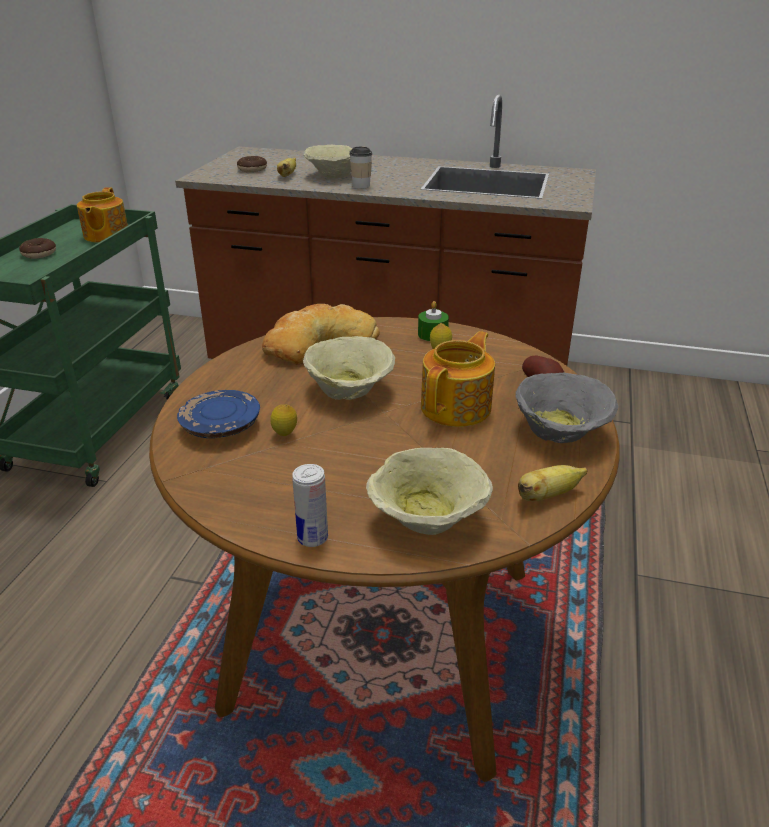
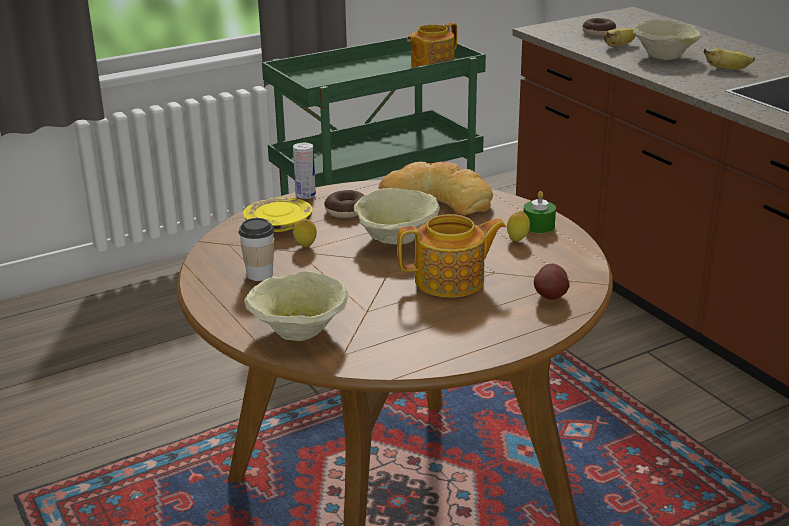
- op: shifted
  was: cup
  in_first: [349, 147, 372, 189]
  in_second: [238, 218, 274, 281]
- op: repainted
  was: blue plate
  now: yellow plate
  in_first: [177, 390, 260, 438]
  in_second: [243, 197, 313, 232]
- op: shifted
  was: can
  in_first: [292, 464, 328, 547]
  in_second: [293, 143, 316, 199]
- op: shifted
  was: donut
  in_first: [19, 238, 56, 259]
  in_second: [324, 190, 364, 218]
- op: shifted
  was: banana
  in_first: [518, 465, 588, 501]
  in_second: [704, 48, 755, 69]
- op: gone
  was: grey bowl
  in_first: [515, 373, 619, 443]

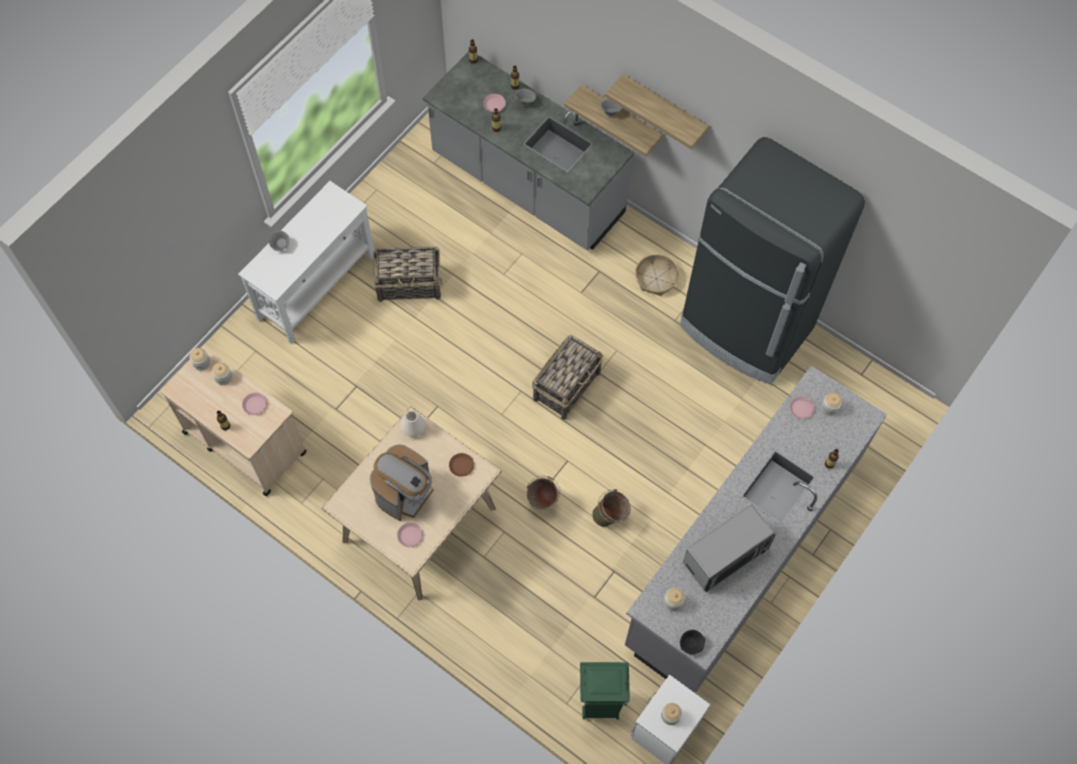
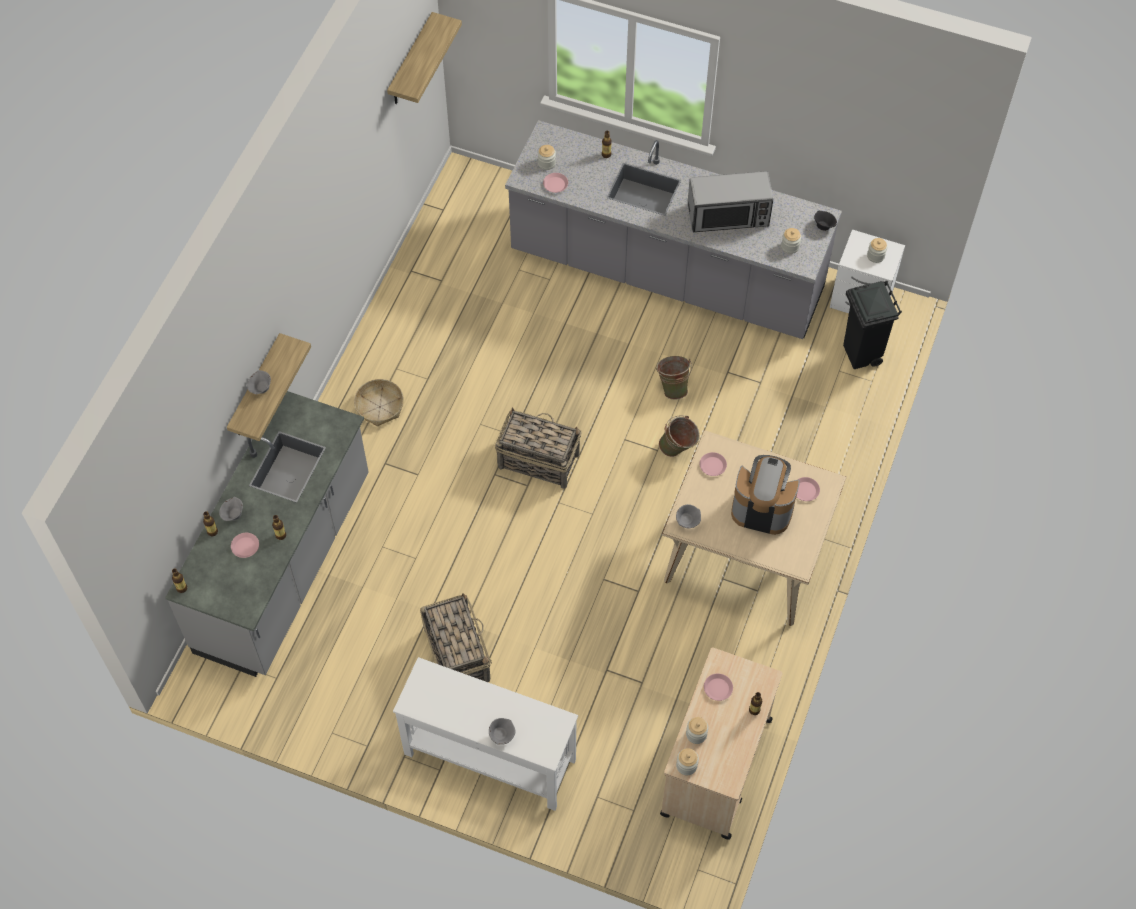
- op: shifted
  was: shelf
  in_first: [605, 74, 709, 149]
  in_second: [387, 12, 462, 104]
- op: swapped
  was: white vase
  now: grey bowl
  in_first: [401, 411, 426, 437]
  in_second: [676, 504, 701, 528]
- op: rotated
  was: microwave
  in_first: [683, 505, 776, 592]
  in_second: [687, 171, 773, 232]
  clockwise: 135
- op: repainted
  was: brown plate
  now: pink plate
  in_first: [449, 453, 474, 477]
  in_second: [700, 452, 727, 476]
- op: repainted
  was: green trash can
  now: black trash can
  in_first: [580, 662, 630, 720]
  in_second: [843, 281, 902, 369]
- op: gone
  was: black fridge
  in_first: [680, 137, 865, 385]

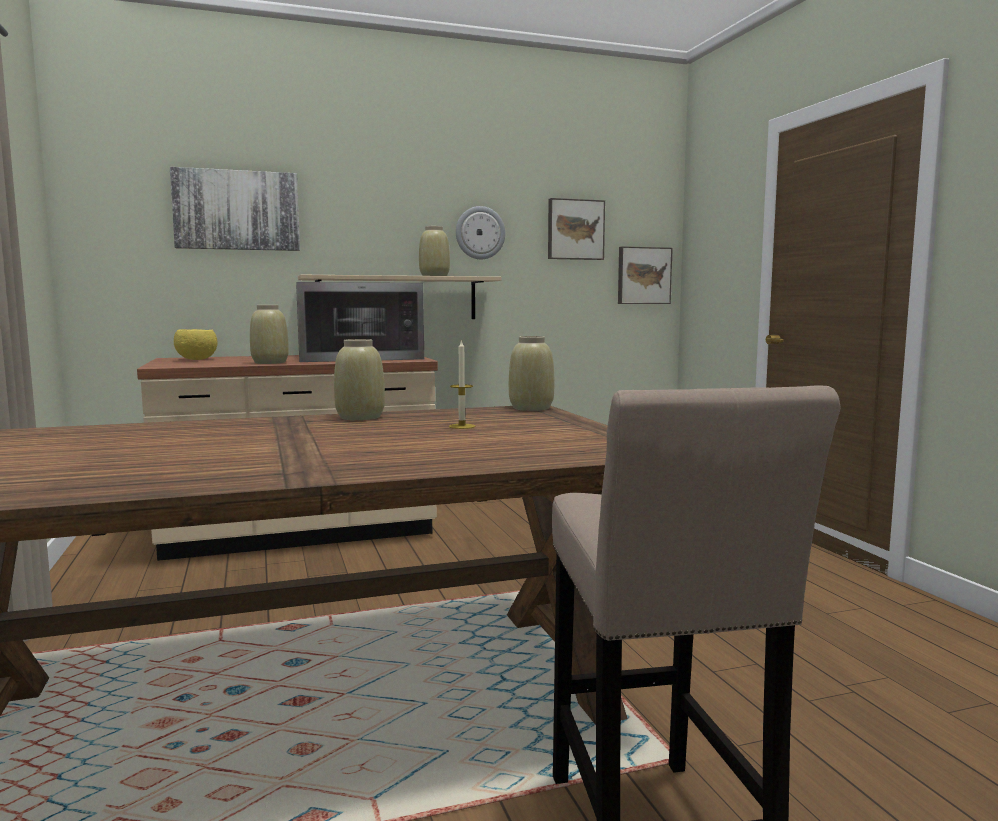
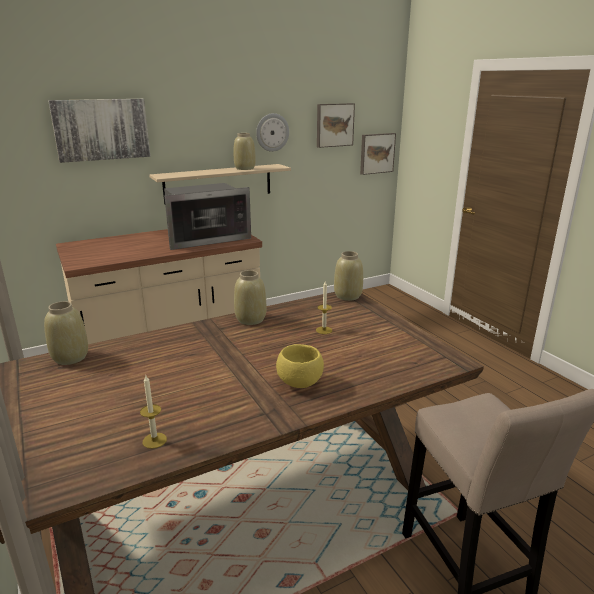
- op: shifted
  was: beige vase
  in_first: [250, 305, 289, 364]
  in_second: [44, 301, 88, 365]
- op: new
  now: candle
  in_second: [140, 376, 167, 449]
- op: shifted
  was: yellow bowl
  in_first: [174, 329, 217, 360]
  in_second: [276, 344, 324, 388]

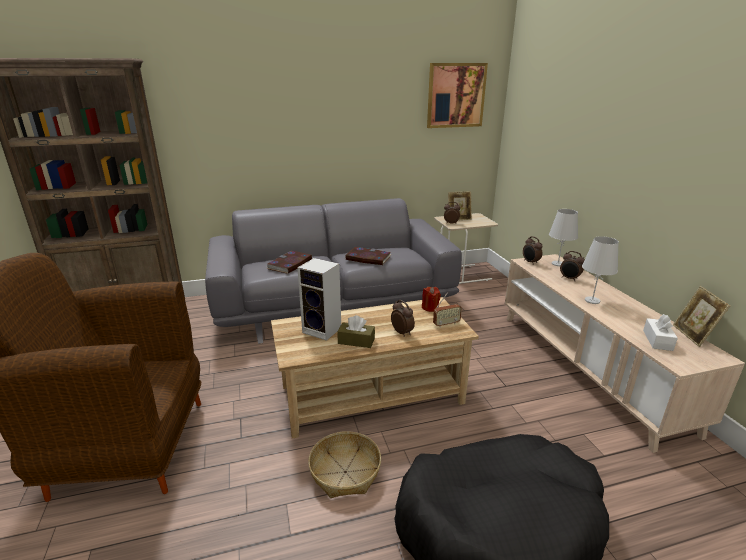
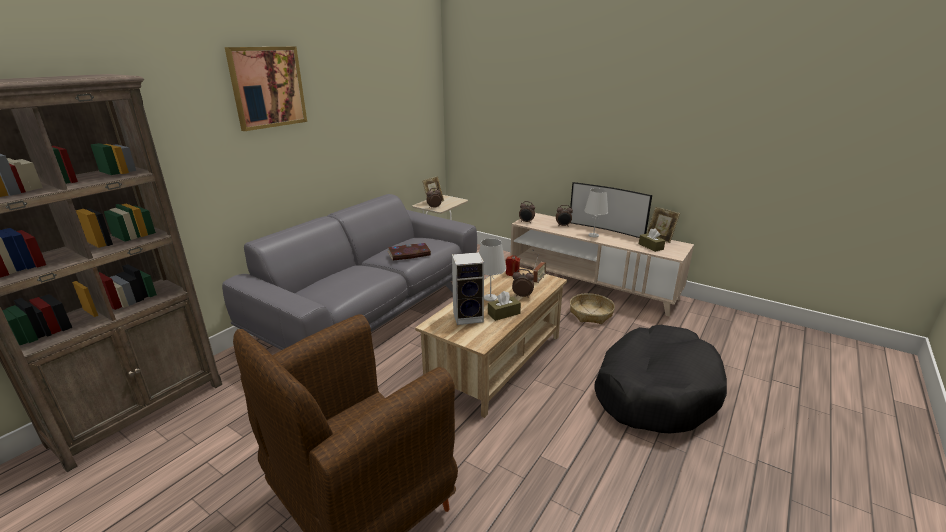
- op: shifted
  was: picture
  in_first: [427, 63, 488, 128]
  in_second: [225, 47, 307, 131]
- op: shifted
  was: white table lamp
  in_first: [549, 209, 578, 266]
  in_second: [479, 239, 506, 301]
- op: new
  now: television
  in_second: [570, 182, 652, 238]
- op: shifted
  was: basket
  in_first: [308, 431, 381, 498]
  in_second: [570, 293, 615, 324]
- op: repainted
  was: white tissue box
  now: brown tissue box
  in_first: [643, 314, 678, 351]
  in_second: [639, 228, 665, 252]
- op: gone
  was: book
  in_first: [266, 251, 312, 274]

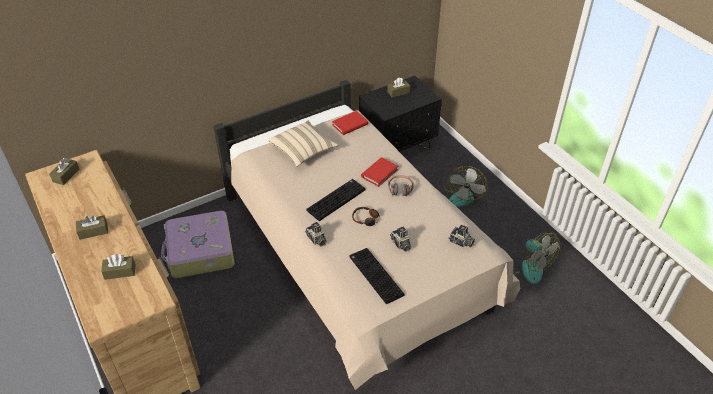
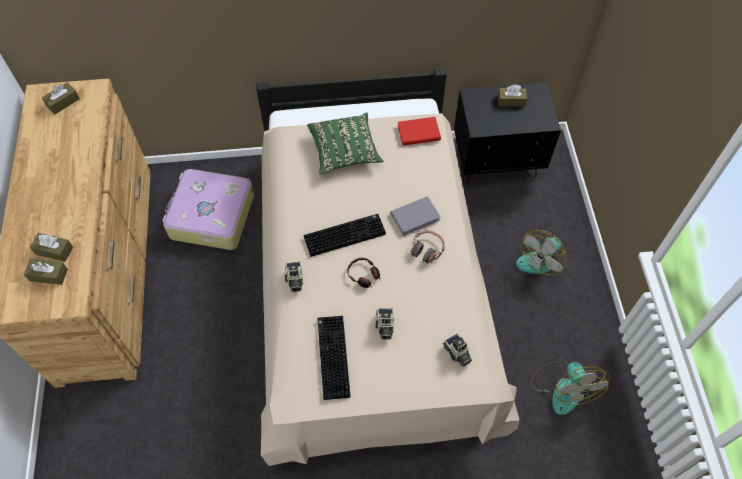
- op: shifted
  was: brown tissue box
  in_first: [76, 215, 108, 240]
  in_second: [24, 259, 68, 285]
- op: repainted
  was: beige pillow
  now: green pillow
  in_first: [268, 120, 338, 167]
  in_second: [307, 112, 383, 175]
- op: repainted
  was: red book
  now: grey book
  in_first: [361, 157, 398, 187]
  in_second: [391, 196, 440, 236]

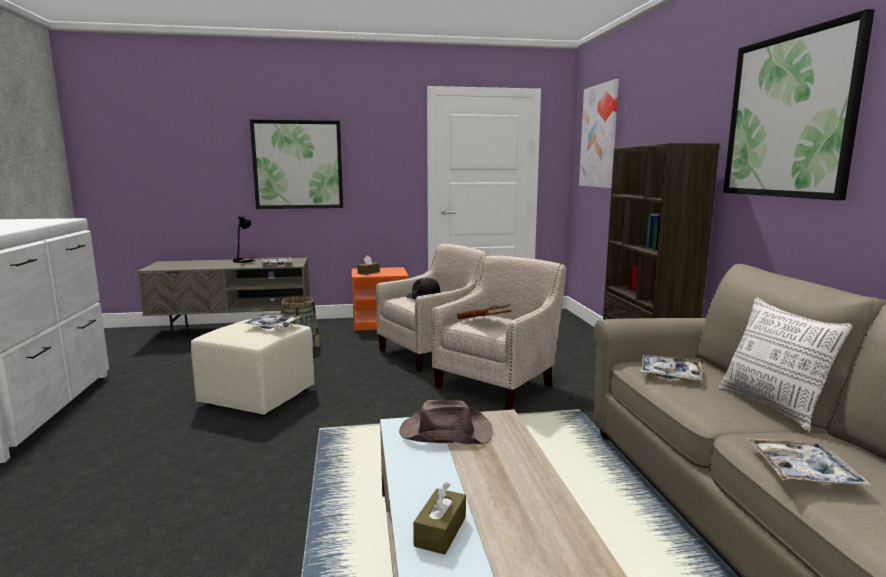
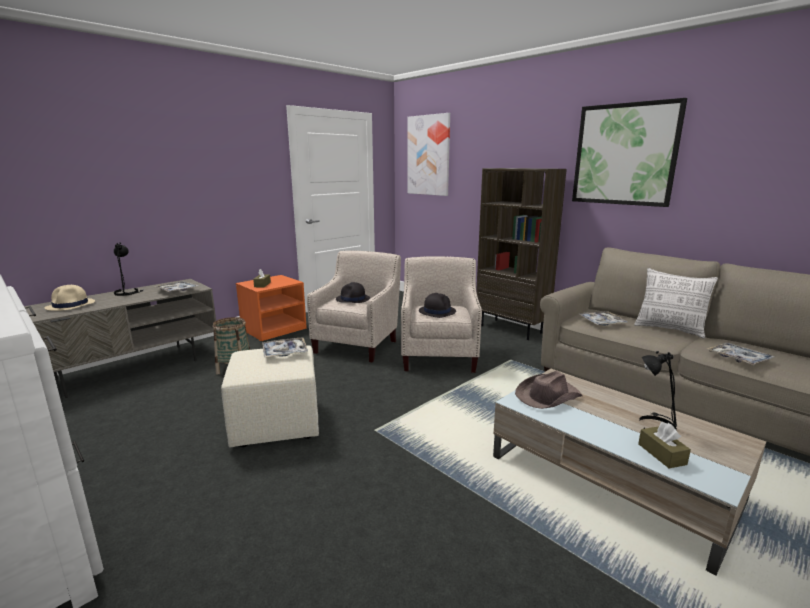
- op: new
  now: beige hat
  in_second: [45, 285, 95, 311]
- op: swapped
  was: brown book
  now: black hat
  in_first: [457, 304, 511, 319]
  in_second: [419, 293, 456, 318]
- op: new
  now: black table lamp
  in_second: [639, 351, 677, 430]
- op: gone
  was: picture
  in_first: [250, 119, 343, 209]

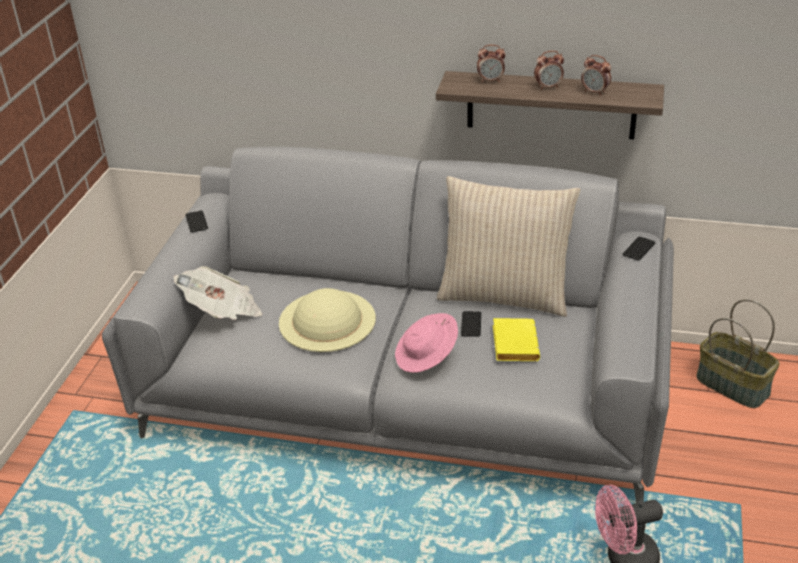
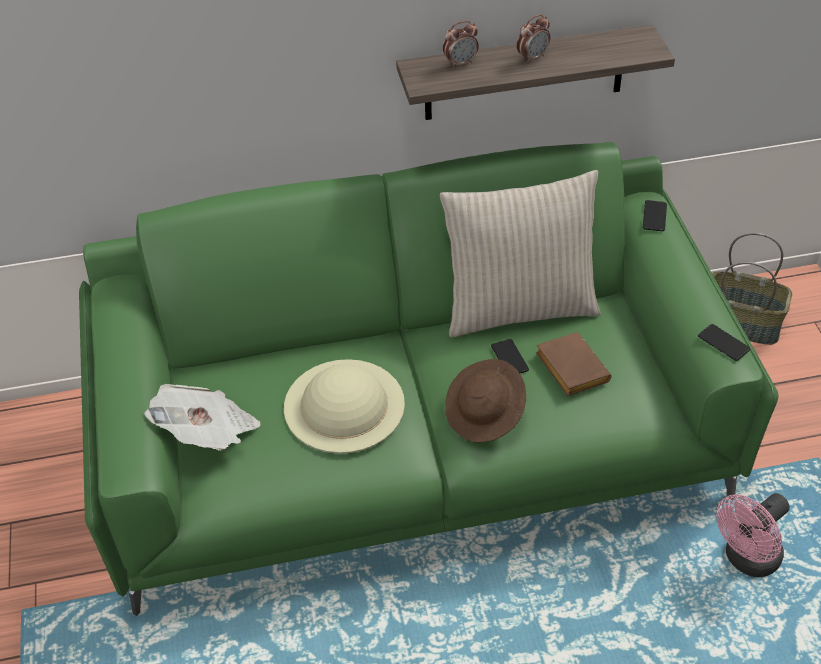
- op: repainted
  was: grey sofa
  now: green sofa
  in_first: [102, 147, 674, 503]
  in_second: [79, 142, 778, 616]
- op: repainted
  was: pink hat
  now: brown hat
  in_first: [395, 313, 458, 373]
  in_second: [445, 359, 526, 443]
- op: repainted
  was: yellow book
  now: brown book
  in_first: [493, 318, 540, 361]
  in_second: [536, 332, 612, 396]
- op: shifted
  was: phone
  in_first: [185, 211, 208, 232]
  in_second: [698, 324, 750, 361]
- op: gone
  was: alarm clock
  in_first: [581, 55, 611, 96]

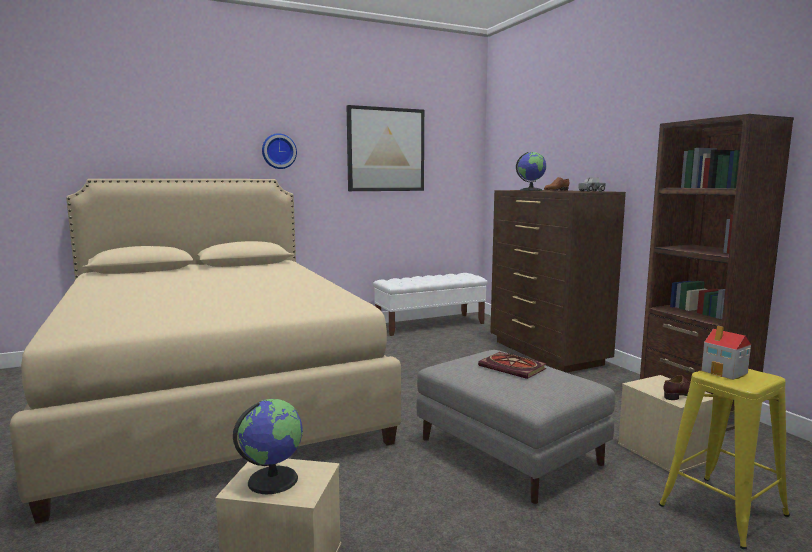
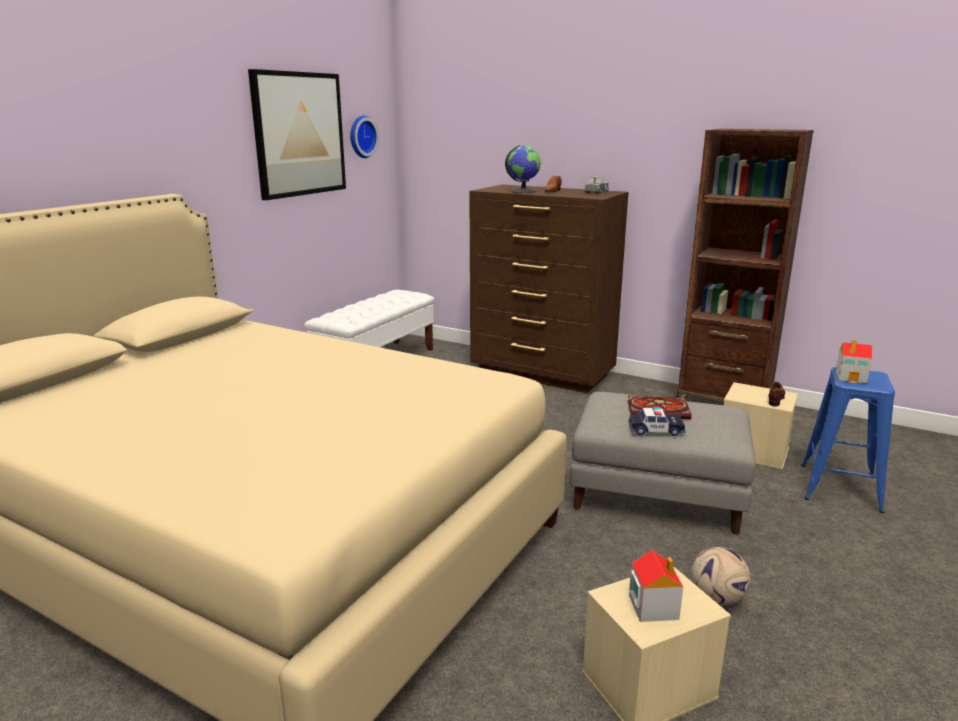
- op: shifted
  was: wall clock
  in_first: [262, 133, 297, 169]
  in_second: [350, 115, 379, 158]
- op: new
  now: toy car
  in_second: [628, 407, 686, 436]
- op: swapped
  was: globe
  now: toy house
  in_first: [233, 399, 303, 494]
  in_second: [629, 550, 683, 622]
- op: new
  now: football
  in_second: [691, 547, 751, 605]
- op: repainted
  was: yellow stool
  now: blue stool
  in_first: [659, 369, 790, 549]
  in_second: [801, 367, 895, 513]

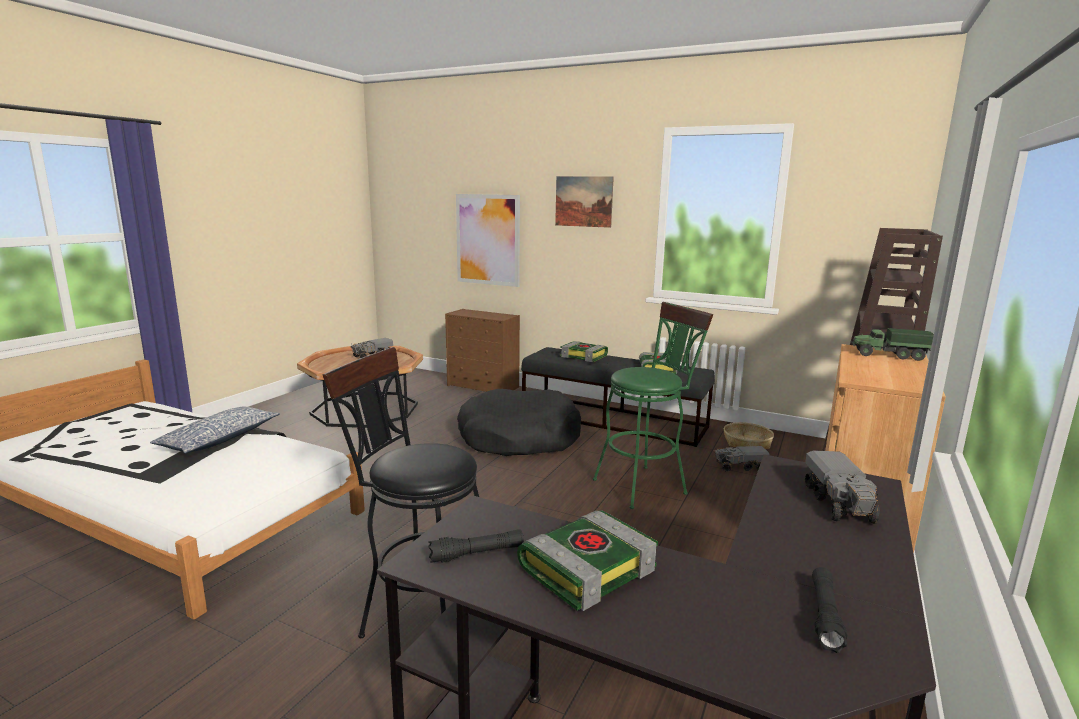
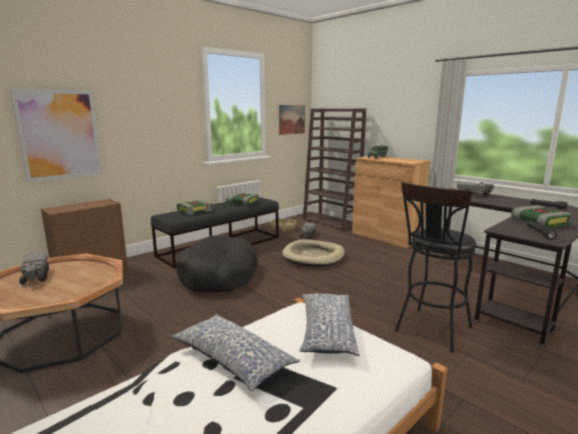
- op: shifted
  was: picture
  in_first: [555, 176, 614, 228]
  in_second: [279, 105, 305, 135]
- op: swapped
  was: green stool
  now: beige dog bed
  in_first: [593, 302, 713, 509]
  in_second: [282, 239, 345, 267]
- op: new
  now: pillow
  in_second: [299, 293, 360, 356]

